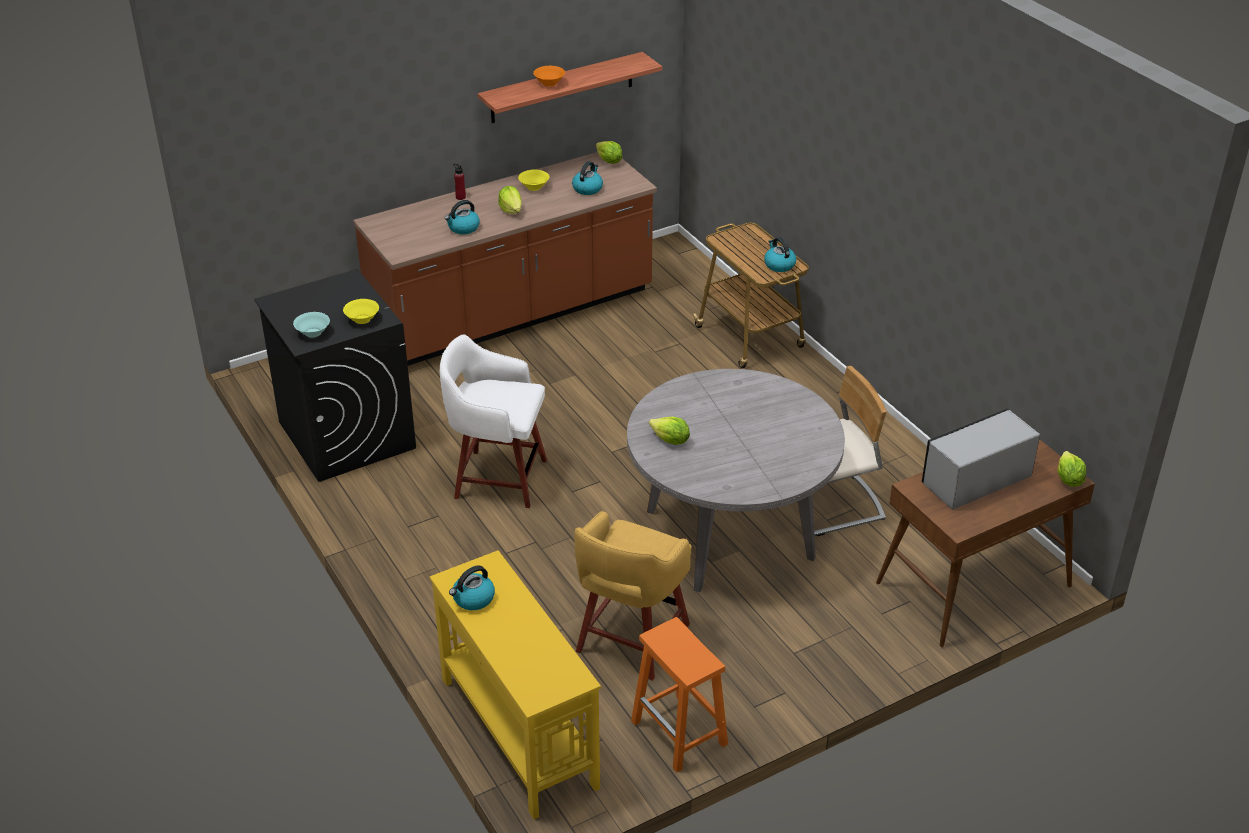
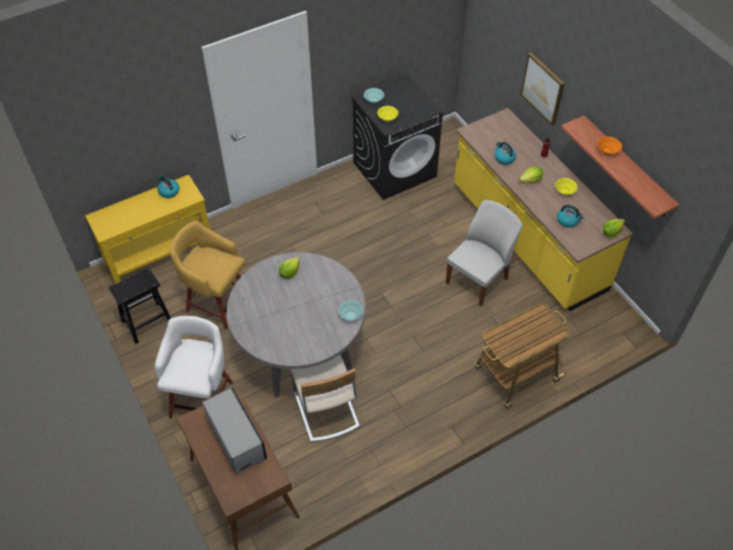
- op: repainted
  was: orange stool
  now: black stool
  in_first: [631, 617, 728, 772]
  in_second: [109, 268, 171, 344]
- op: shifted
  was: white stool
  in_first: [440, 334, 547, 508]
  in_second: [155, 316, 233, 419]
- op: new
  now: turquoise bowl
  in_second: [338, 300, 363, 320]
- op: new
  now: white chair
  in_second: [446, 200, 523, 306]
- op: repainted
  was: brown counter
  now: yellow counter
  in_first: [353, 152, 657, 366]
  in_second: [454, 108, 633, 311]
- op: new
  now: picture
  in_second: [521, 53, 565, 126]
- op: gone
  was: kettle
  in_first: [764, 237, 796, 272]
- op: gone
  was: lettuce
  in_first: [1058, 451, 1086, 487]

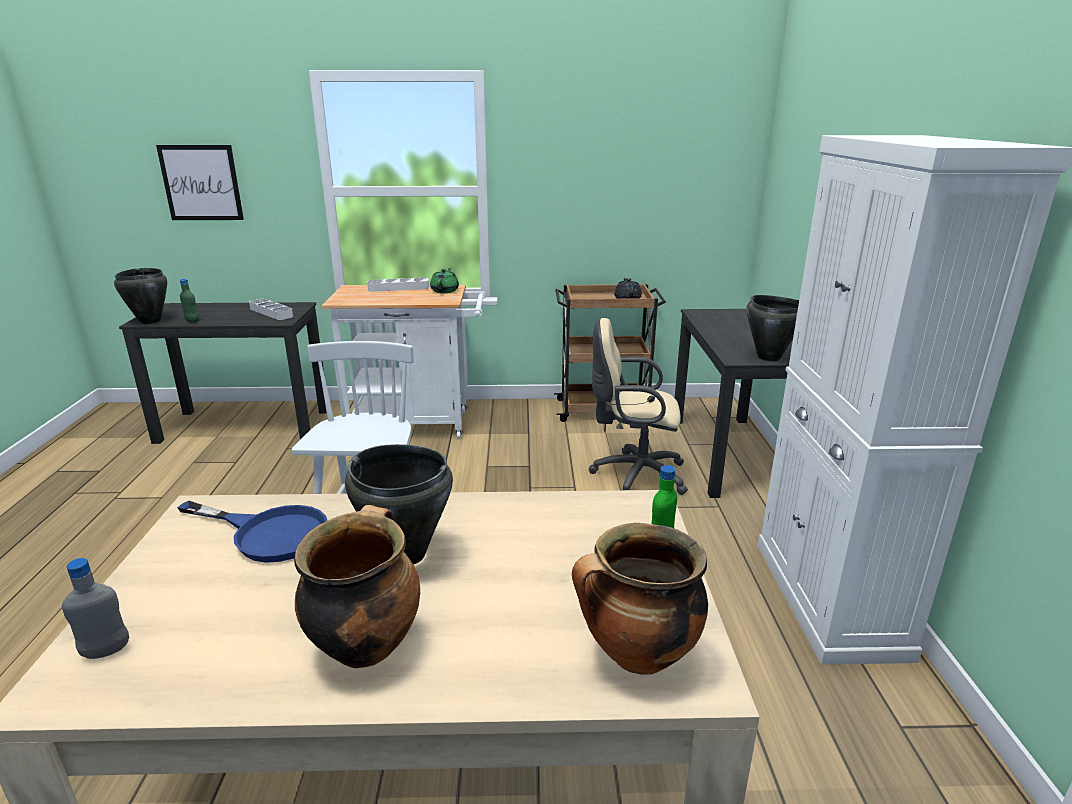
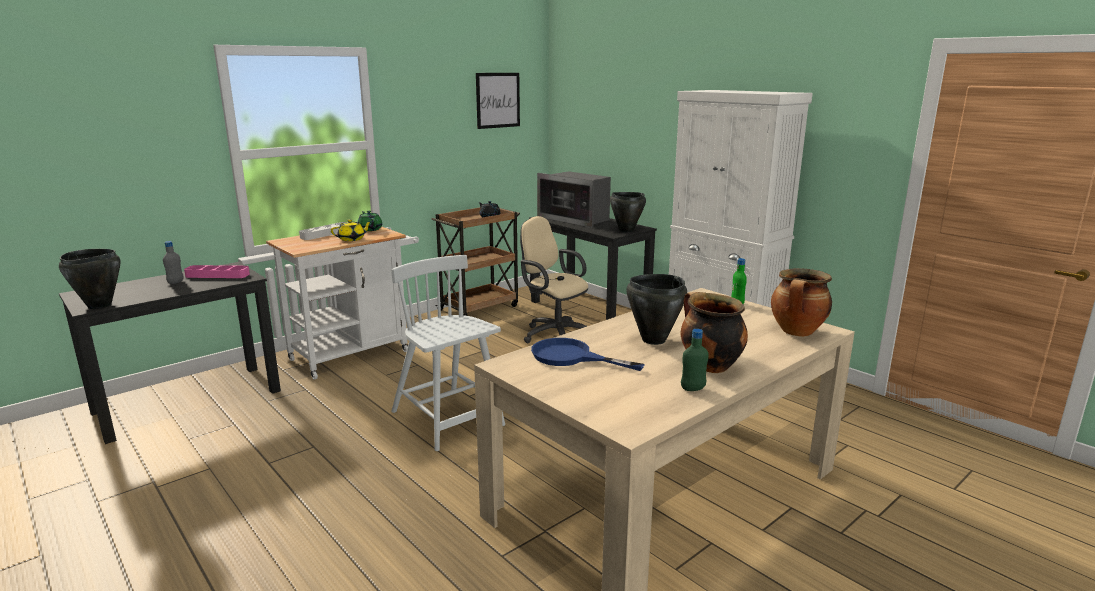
- op: shifted
  was: grey bottle
  in_first: [62, 558, 129, 659]
  in_second: [163, 241, 184, 284]
- op: repainted
  was: grey tray
  now: pink tray
  in_first: [249, 298, 293, 320]
  in_second: [184, 265, 250, 278]
- op: new
  now: yellow teapot
  in_second: [331, 219, 372, 241]
- op: shifted
  was: picture
  in_first: [156, 145, 244, 220]
  in_second: [476, 73, 520, 129]
- op: rotated
  was: beige office chair
  in_first: [589, 318, 688, 495]
  in_second: [520, 216, 588, 343]
  clockwise: 75
- op: rotated
  was: blue frying pan
  in_first: [177, 500, 327, 563]
  in_second: [531, 338, 645, 371]
  clockwise: -135
- op: new
  now: microwave
  in_second: [537, 171, 611, 228]
- op: shifted
  was: green bottle
  in_first: [180, 279, 199, 323]
  in_second: [681, 329, 709, 391]

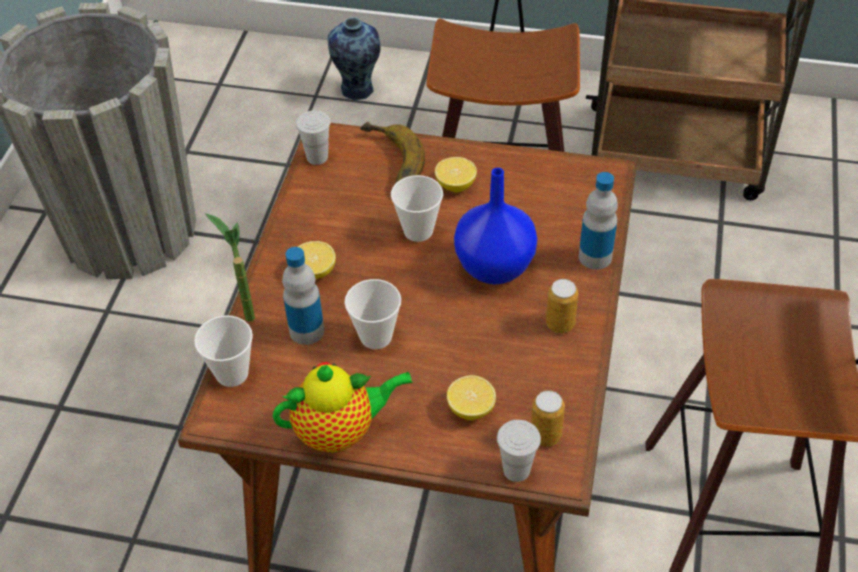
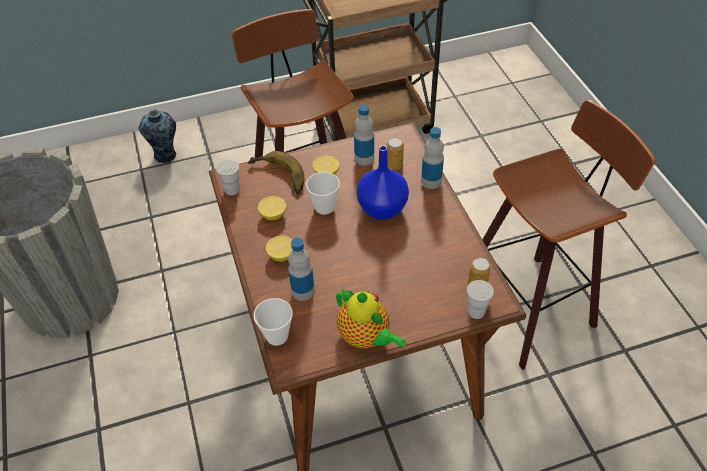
- op: shifted
  was: lemon
  in_first: [447, 375, 496, 420]
  in_second: [258, 196, 287, 221]
- op: rotated
  was: teapot
  in_first: [273, 362, 413, 453]
  in_second: [336, 289, 406, 349]
  clockwise: 90
- op: new
  now: bottle
  in_second: [354, 104, 374, 166]
- op: shifted
  was: can
  in_first: [546, 279, 579, 333]
  in_second: [387, 138, 404, 170]
- op: gone
  was: potted plant
  in_first: [205, 213, 255, 322]
- op: gone
  was: cup
  in_first: [345, 279, 401, 349]

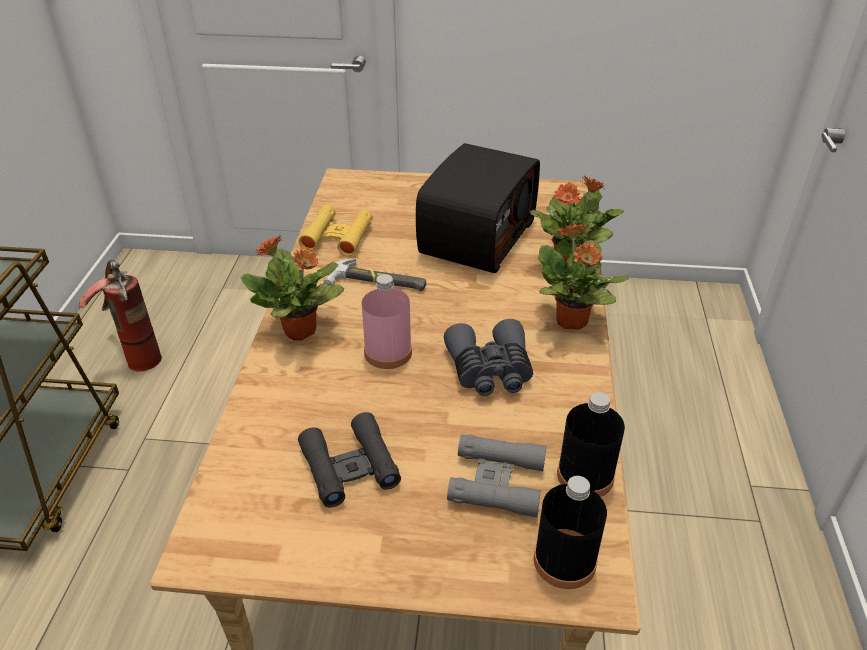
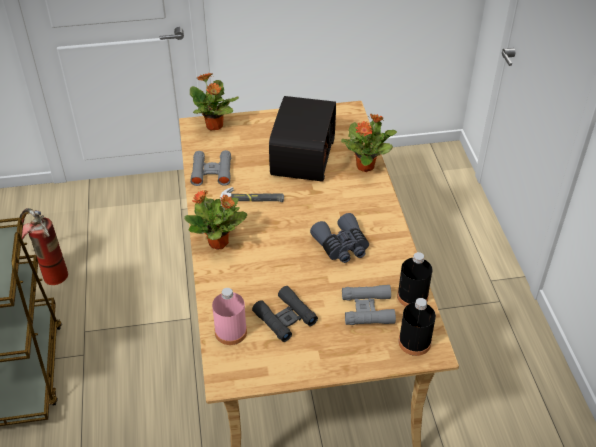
- op: shifted
  was: potted plant
  in_first: [539, 224, 629, 330]
  in_second: [190, 73, 239, 130]
- op: repainted
  was: yellow binoculars
  now: grey binoculars
  in_first: [299, 205, 373, 256]
  in_second: [190, 150, 231, 186]
- op: shifted
  was: pink bottle
  in_first: [362, 274, 412, 369]
  in_second: [212, 288, 247, 345]

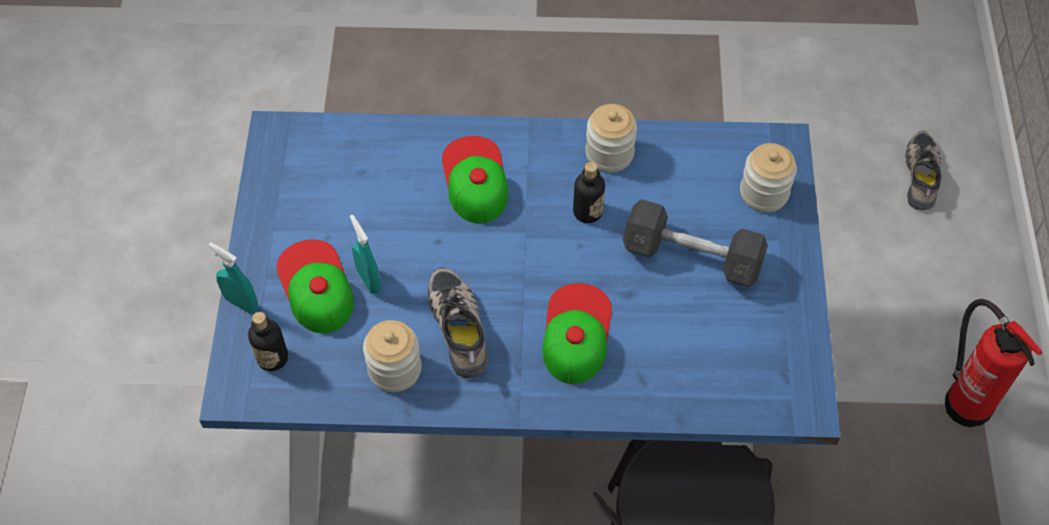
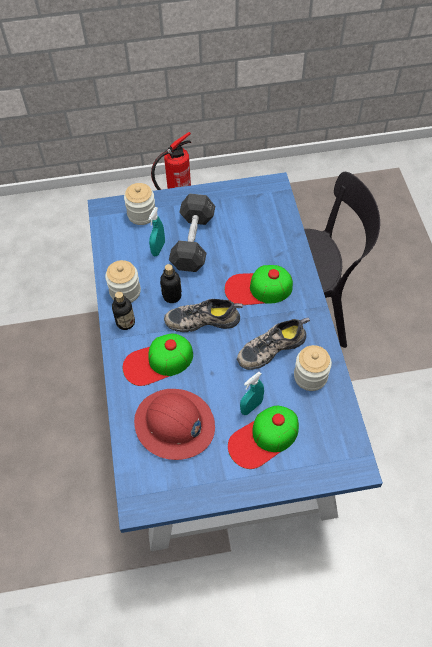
- op: shifted
  was: bottle
  in_first: [248, 312, 288, 371]
  in_second: [112, 291, 135, 330]
- op: new
  now: red hard hat
  in_second: [134, 389, 215, 460]
- op: shifted
  was: turquoise spray bottle
  in_first: [209, 242, 258, 313]
  in_second: [148, 207, 165, 256]
- op: shifted
  was: shoe
  in_first: [905, 131, 942, 210]
  in_second: [164, 299, 243, 332]

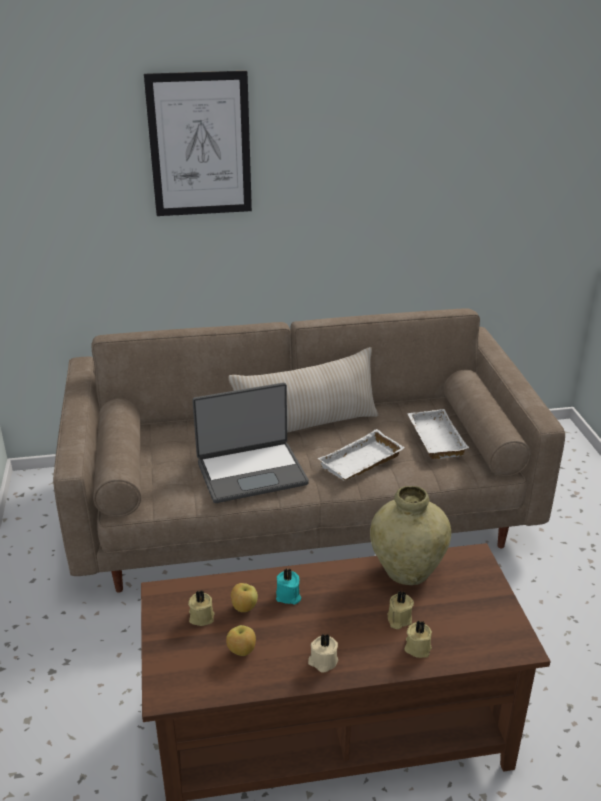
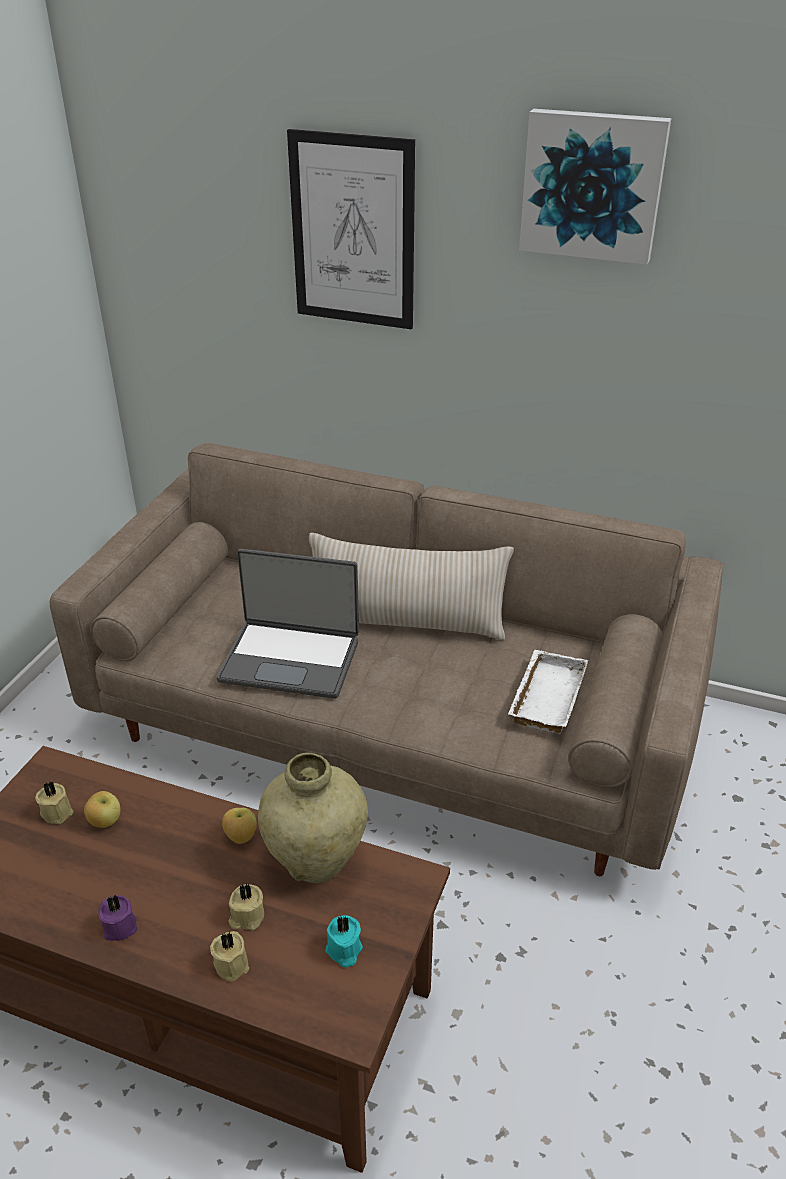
- op: repainted
  was: beige candle
  now: purple candle
  in_first: [308, 633, 338, 673]
  in_second: [98, 894, 137, 941]
- op: shifted
  was: apple
  in_first: [226, 625, 256, 656]
  in_second: [222, 808, 257, 844]
- op: shifted
  was: turquoise candle
  in_first: [276, 568, 301, 605]
  in_second: [326, 915, 363, 967]
- op: new
  now: picture
  in_second: [519, 109, 671, 265]
- op: gone
  was: white tray
  in_first: [317, 429, 405, 481]

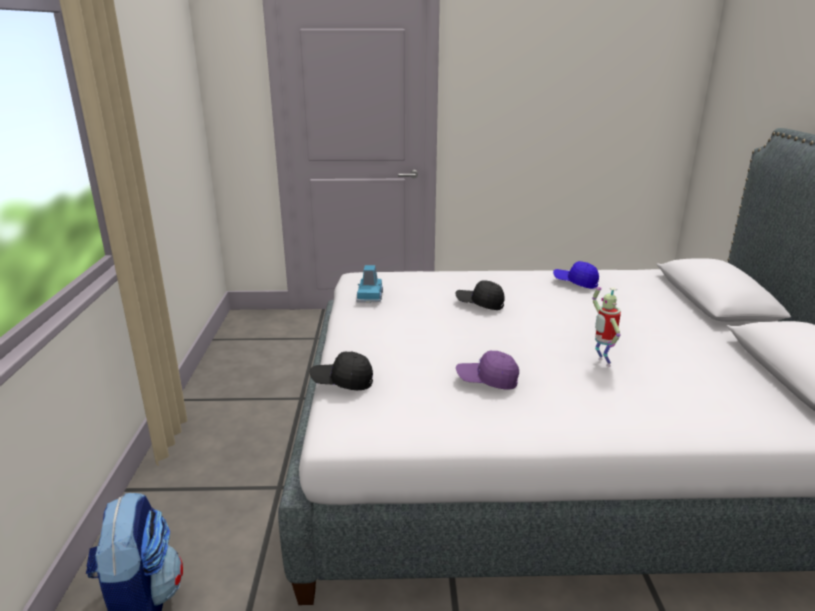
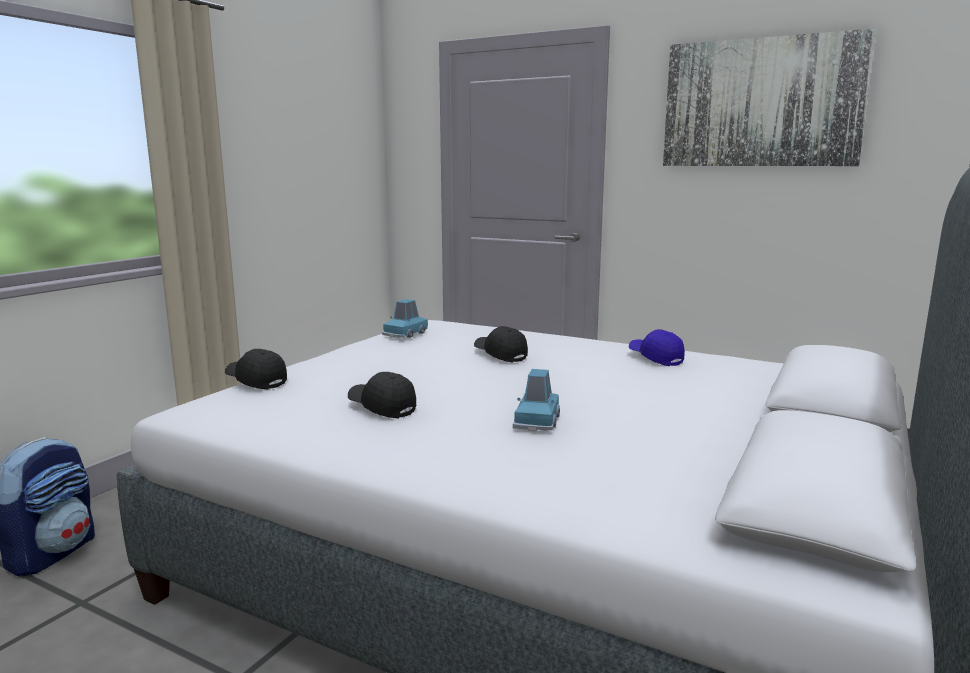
- op: repainted
  was: purple cap
  now: black cap
  in_first: [456, 351, 519, 390]
  in_second: [348, 372, 416, 418]
- op: swapped
  was: toy robot
  now: blue toy car
  in_first: [592, 287, 621, 367]
  in_second: [513, 369, 560, 431]
- op: new
  now: picture
  in_second: [663, 28, 877, 166]

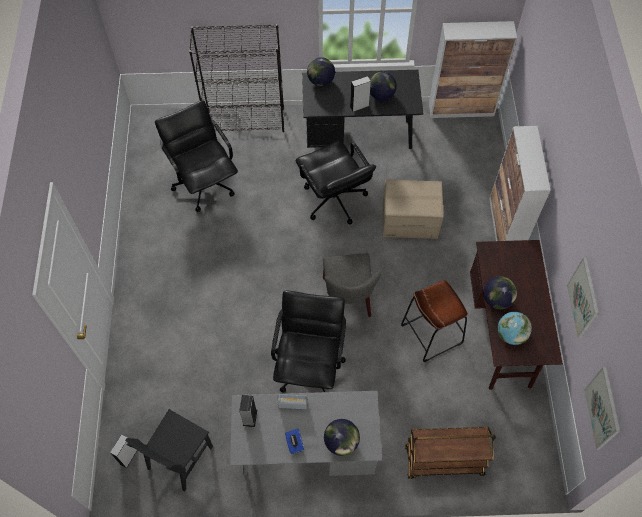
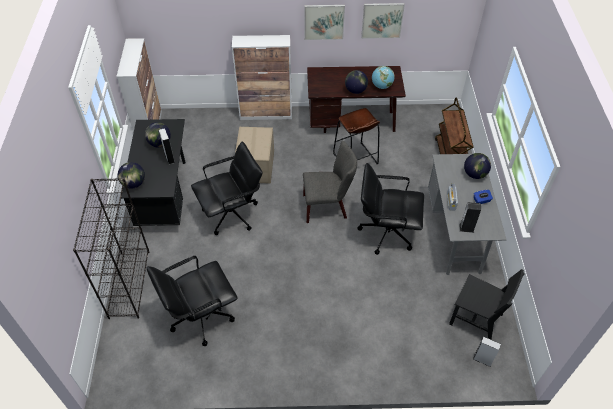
- op: shifted
  was: picture
  in_first: [584, 367, 620, 450]
  in_second: [304, 5, 345, 40]

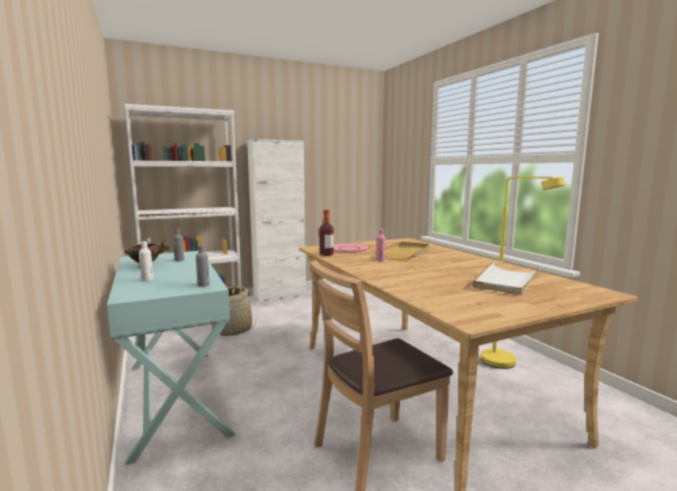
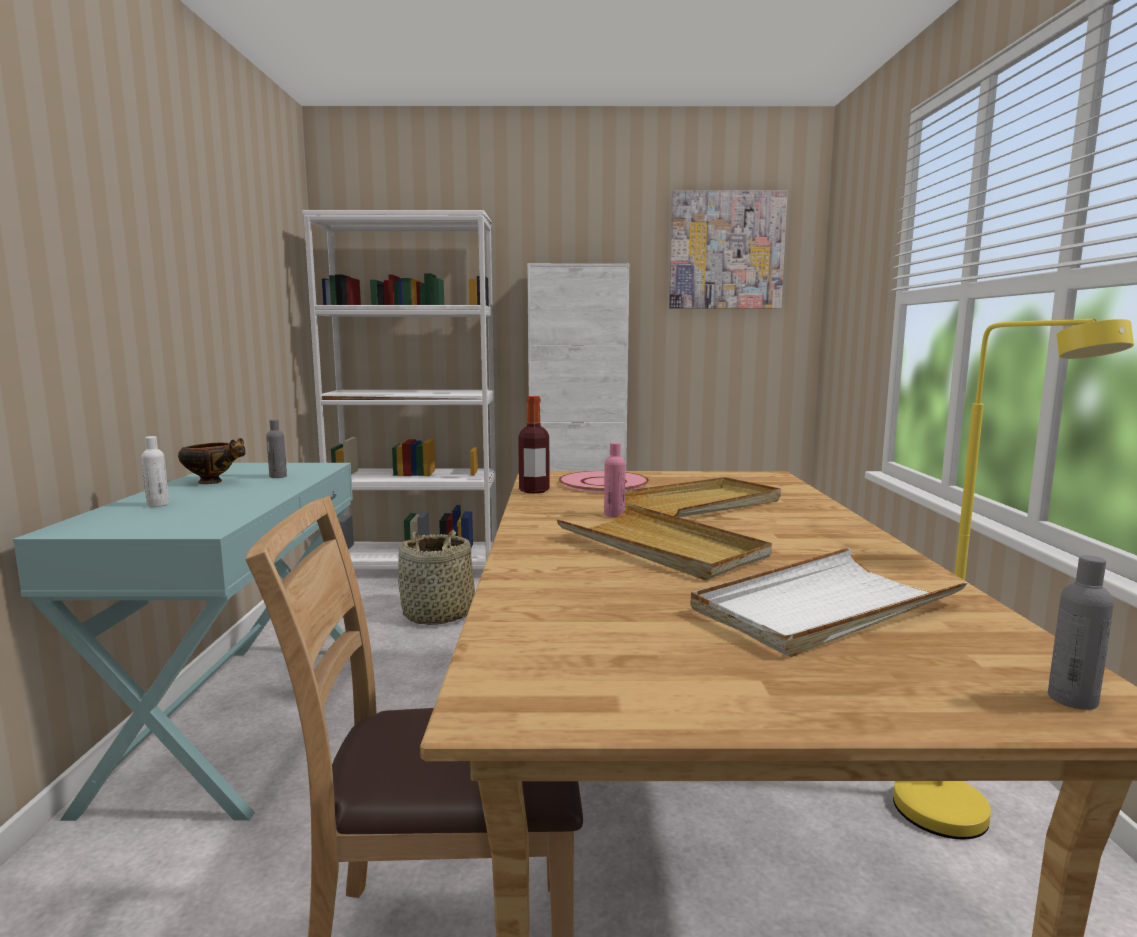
- op: new
  now: beige tray
  in_second: [557, 503, 772, 580]
- op: new
  now: picture
  in_second: [669, 190, 788, 308]
- op: shifted
  was: grey bottle
  in_first: [196, 245, 210, 287]
  in_second: [1048, 555, 1114, 710]

